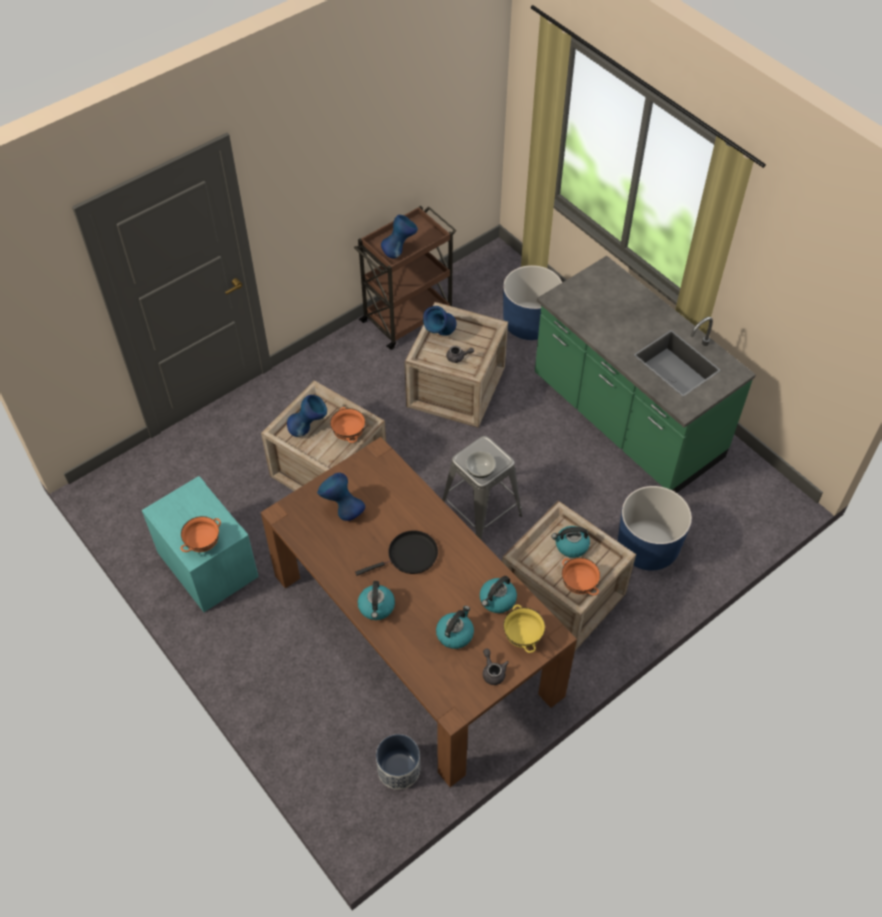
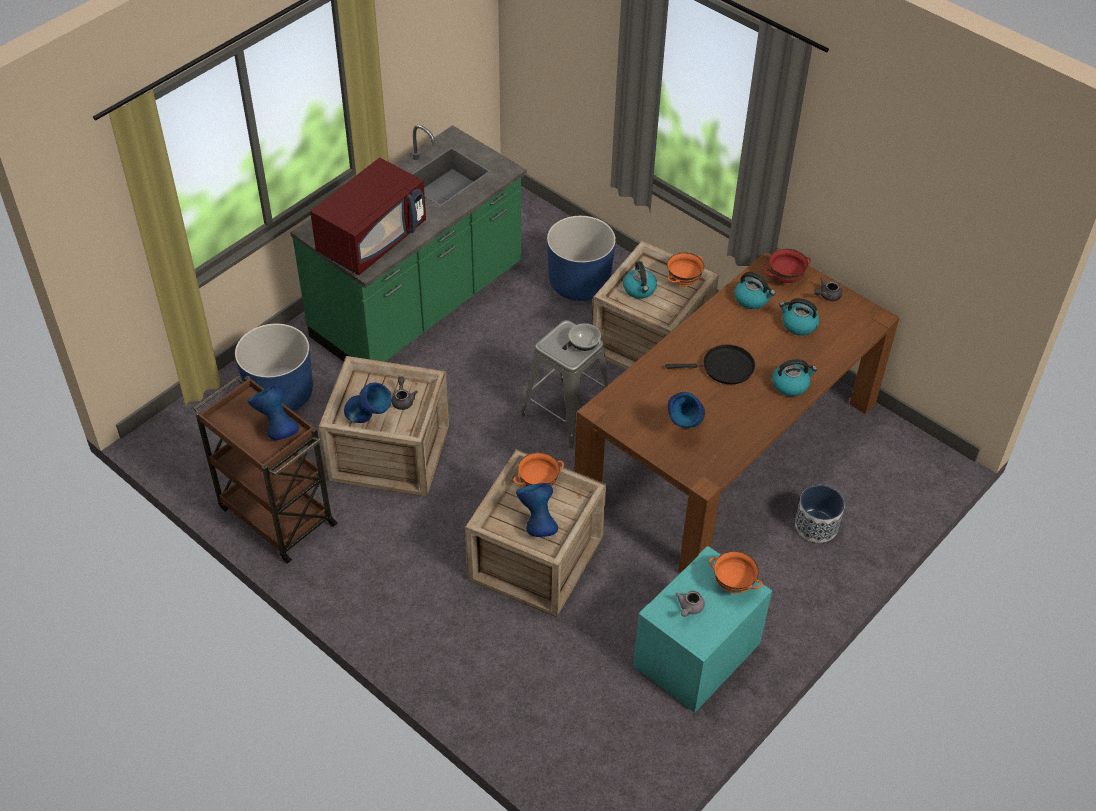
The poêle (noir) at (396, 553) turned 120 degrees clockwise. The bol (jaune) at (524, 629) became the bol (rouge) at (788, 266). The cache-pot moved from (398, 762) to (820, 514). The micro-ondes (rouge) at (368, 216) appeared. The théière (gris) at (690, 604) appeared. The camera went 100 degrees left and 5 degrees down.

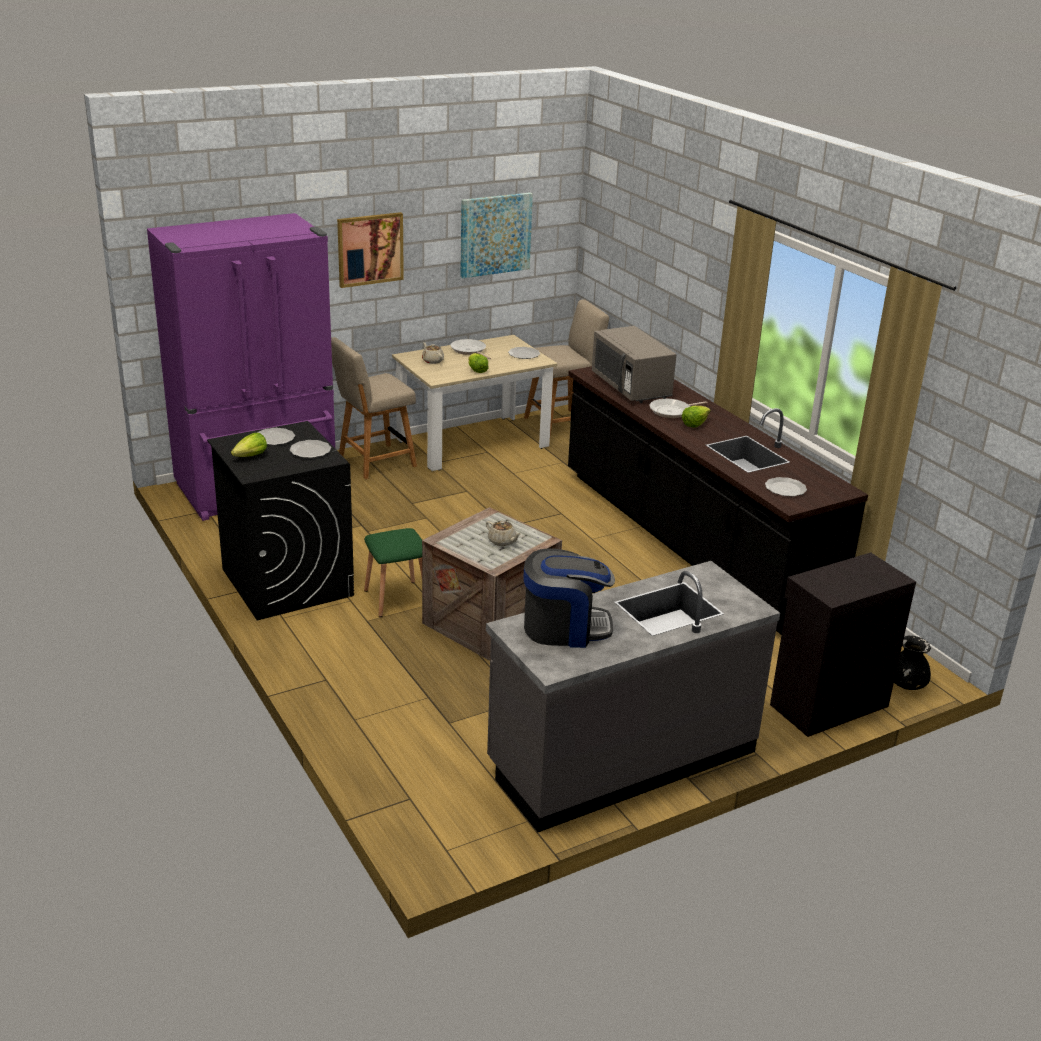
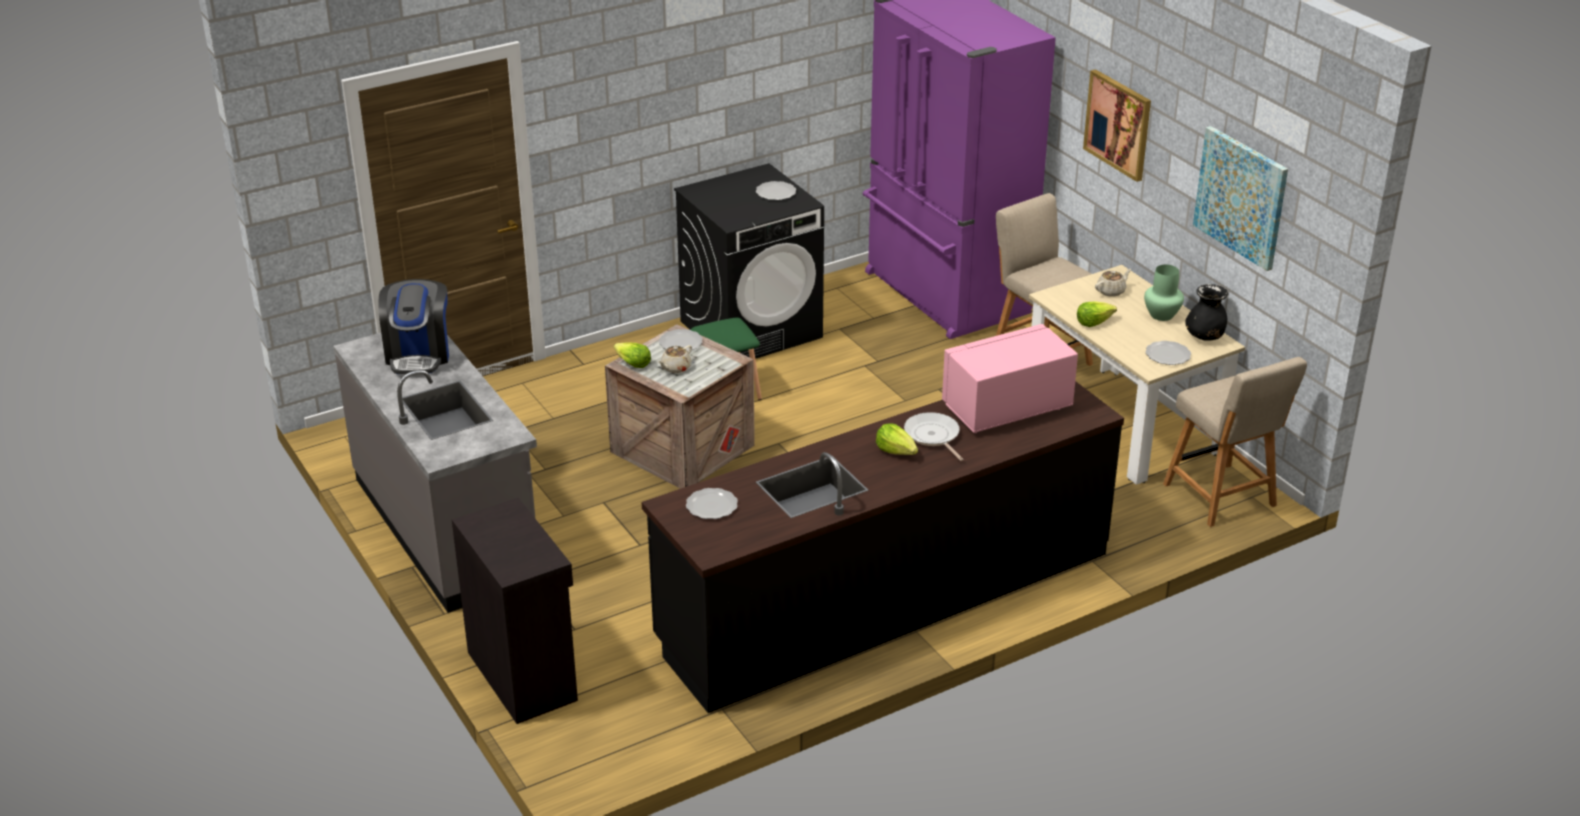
The micro-ondes (gris) at (634, 364) became the micro-ondes (rose) at (1010, 378). The poêle at (470, 349) was replaced by the vase (vert) at (1164, 292). The laitue moved from (249, 445) to (632, 355). The assiette moved from (310, 449) to (681, 340). The vase (noir) moved from (912, 663) to (1206, 312). The camera went 90 degrees right and 5 degrees up.

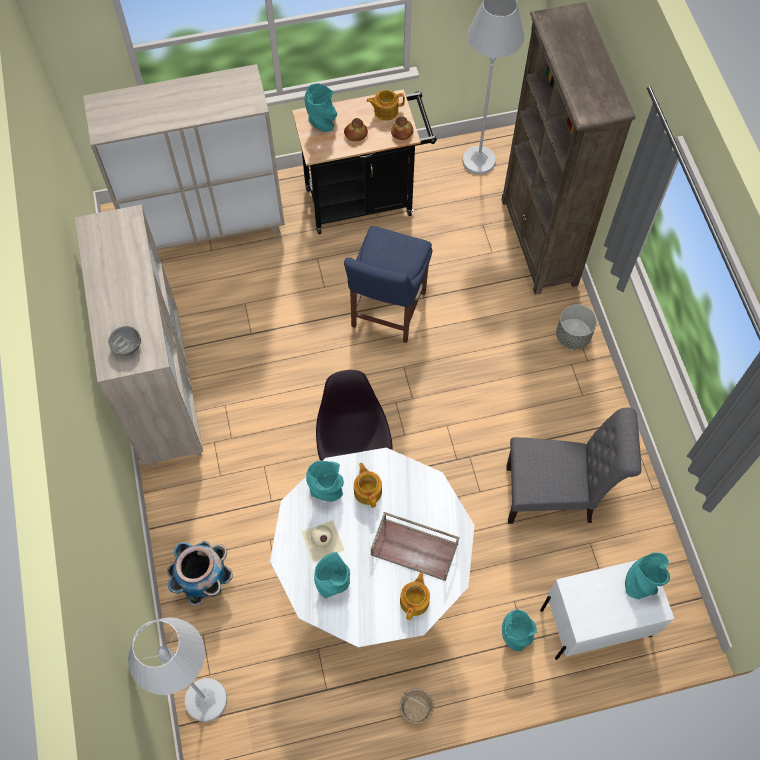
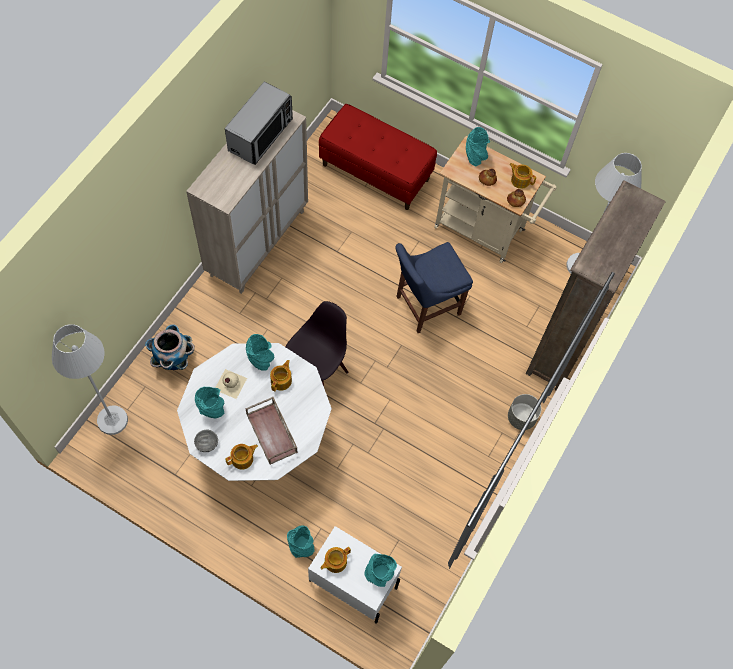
The meuble de rangement (beige) at (184, 157) was replaced by the banc (rouge) at (378, 157). The chariot (noir) at (364, 161) became the chariot (beige) at (495, 199). The bol (gris) moved from (124, 341) to (206, 441). The chaise (gris) at (573, 466) disappeared. The panier at (417, 706) disappeared. The micro-ondes at (259, 123) appeared. The théière at (335, 560) appeared. The camera went 40 degrees right and 0 degrees up.

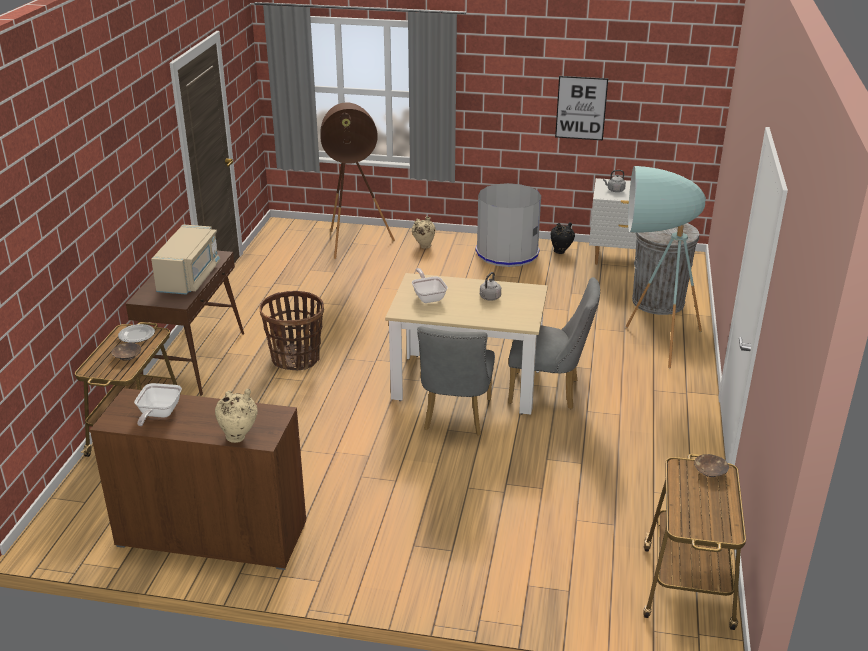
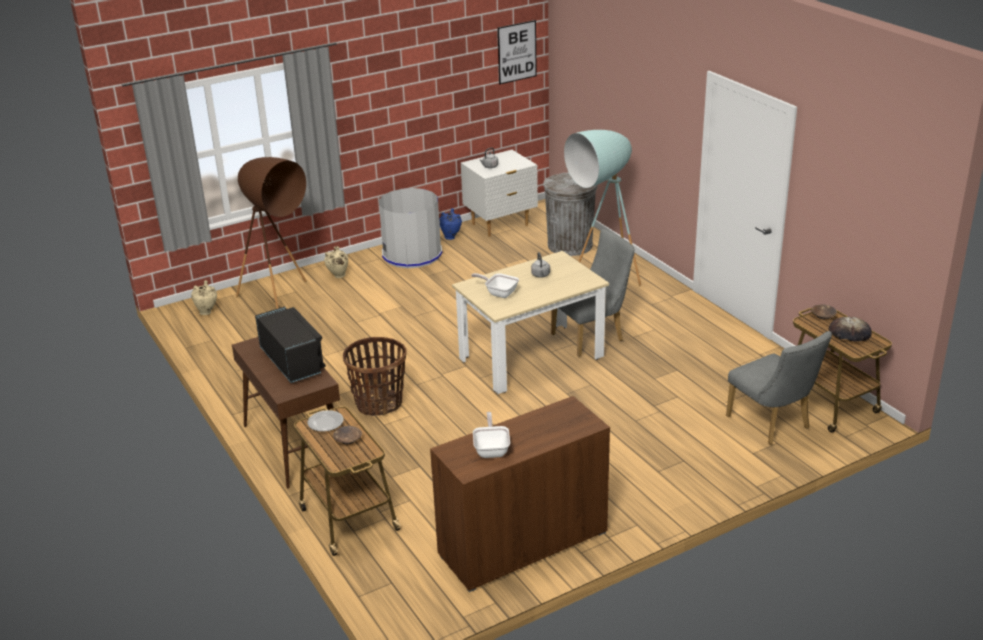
The tableau moved from (581, 108) to (517, 52). The vase (noir) at (563, 238) became the vase (bleu) at (450, 224). The micro-ondes (beige) at (185, 259) became the micro-ondes (noir) at (290, 345). The chaise (gris) moved from (456, 381) to (779, 388). The poêle at (158, 404) turned 150 degrees counterclockwise. The vase (beige) moved from (236, 416) to (204, 297). The pain at (850, 329) appeared. The camera went 40 degrees left and 0 degrees up.

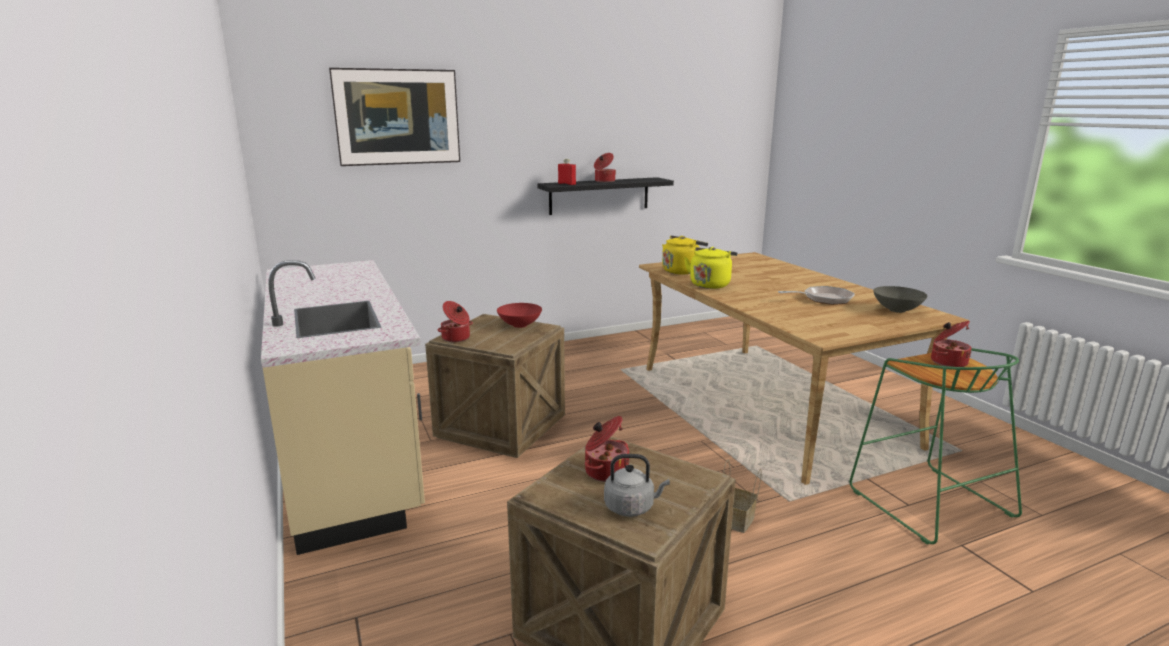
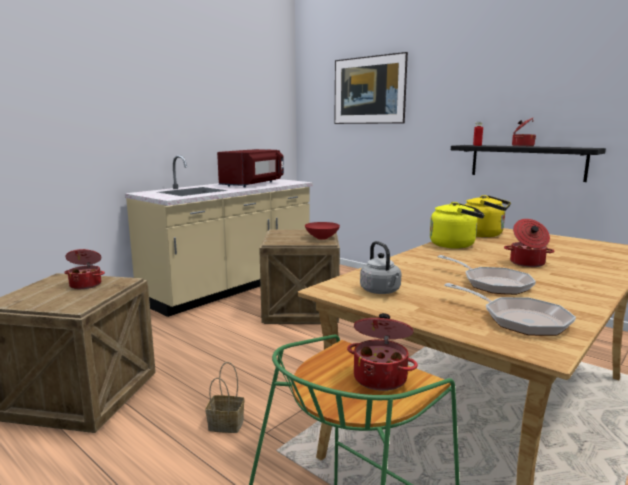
The bol (gris) at (900, 299) was replaced by the poêle at (510, 309). The marmite moved from (455, 321) to (529, 243). The bouilloire (gris) moved from (637, 485) to (380, 267). The micro-ondes (rouge) at (250, 168) appeared. The camera went 65 degrees right and 5 degrees down.

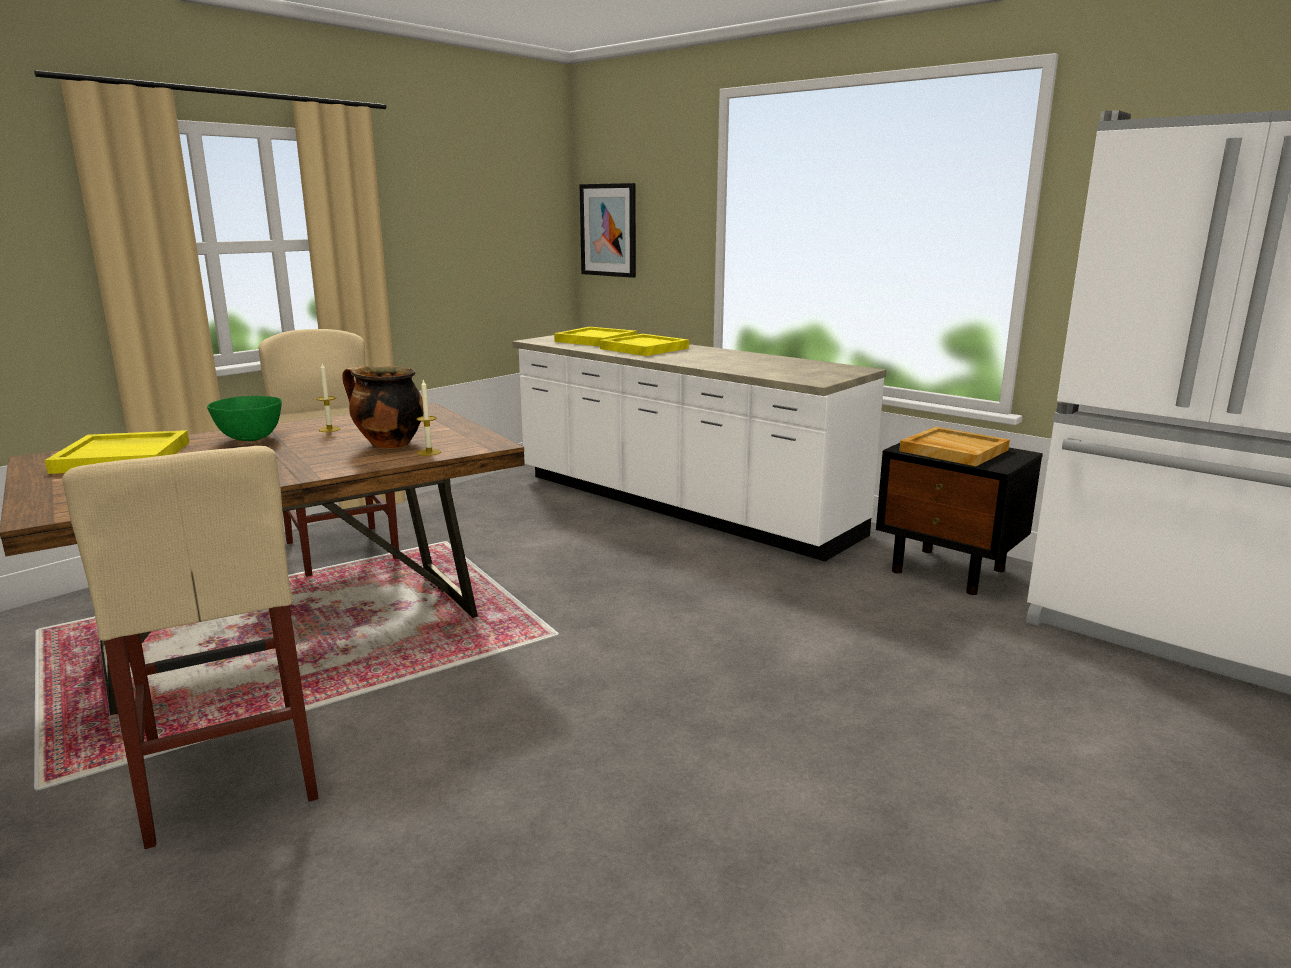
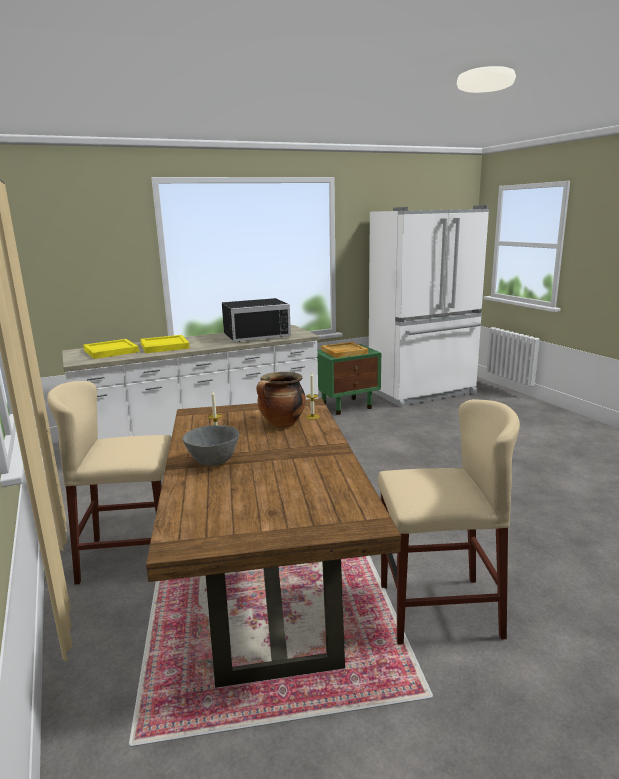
The tableau at (607, 230) disappeared. The bol (vert) at (244, 418) became the bol (gris) at (211, 445). The plateau (jaune) at (117, 452) disappeared. The table de chevet (noir) at (959, 519) became the table de chevet (vert) at (348, 379). The micro-ondes (noir) at (256, 320) appeared. The camera went 65 degrees left and 0 degrees up.

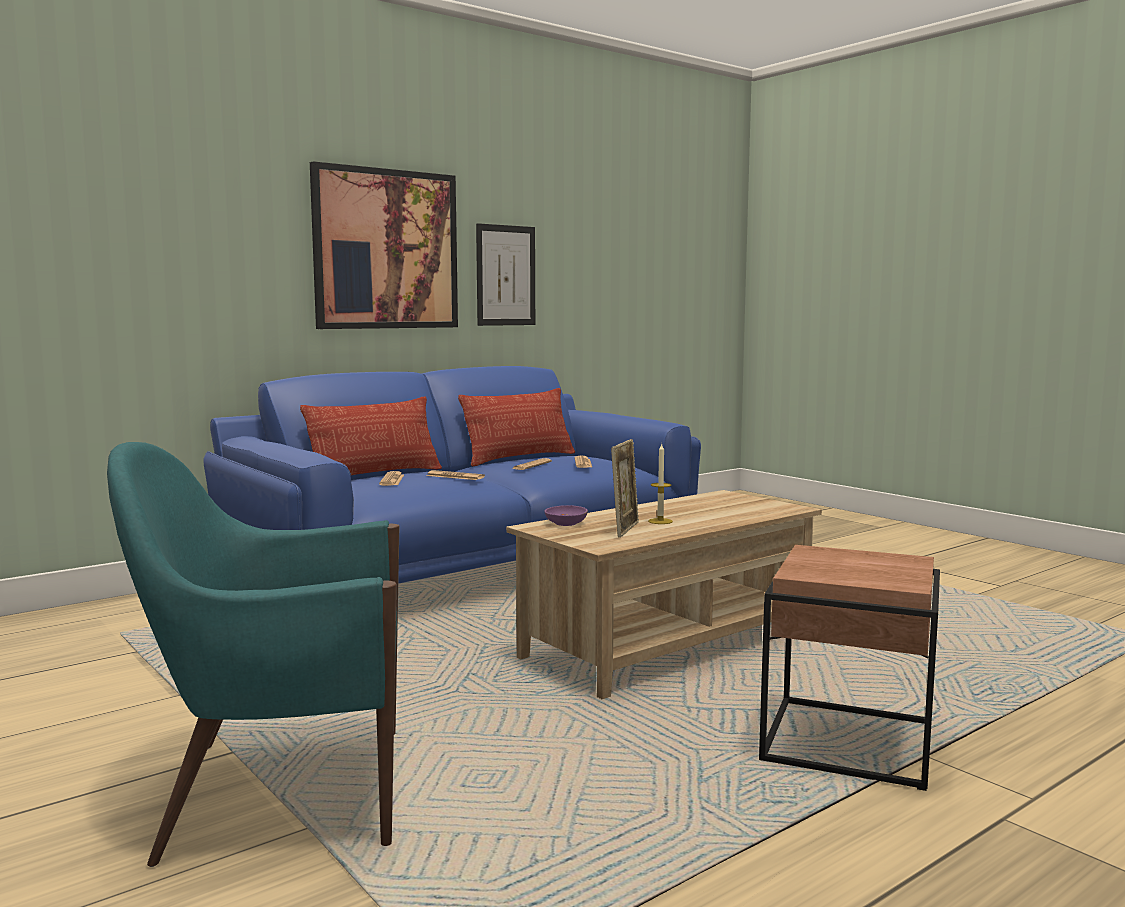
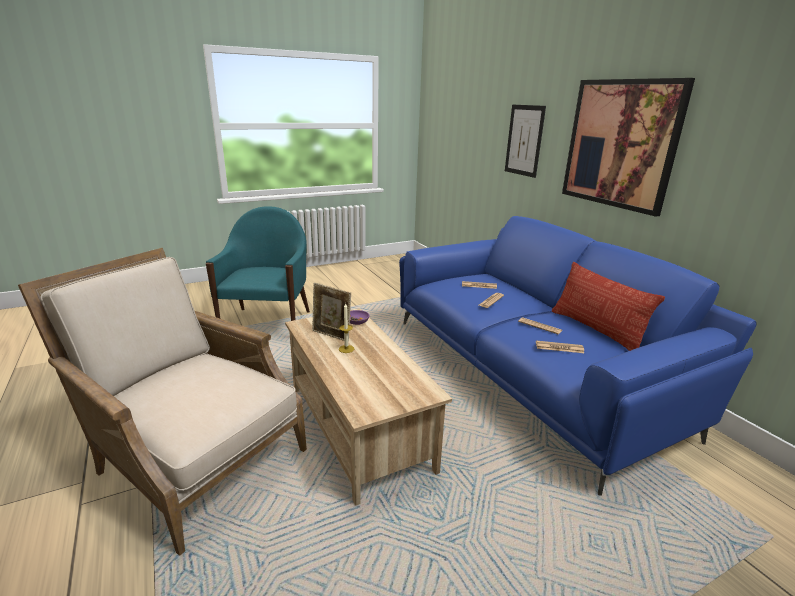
The tableau moved from (505, 274) to (525, 141). The coussin at (371, 436) disappeared. The table d'appoint (marron) at (849, 668) was replaced by the fauteuil (beige) at (162, 402). The camera went 100 degrees right and 15 degrees up.

